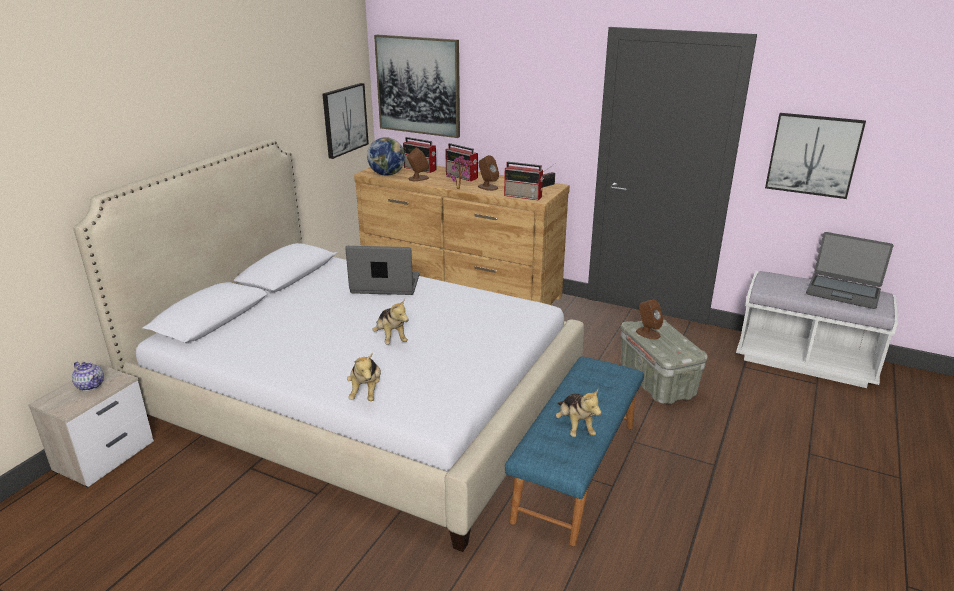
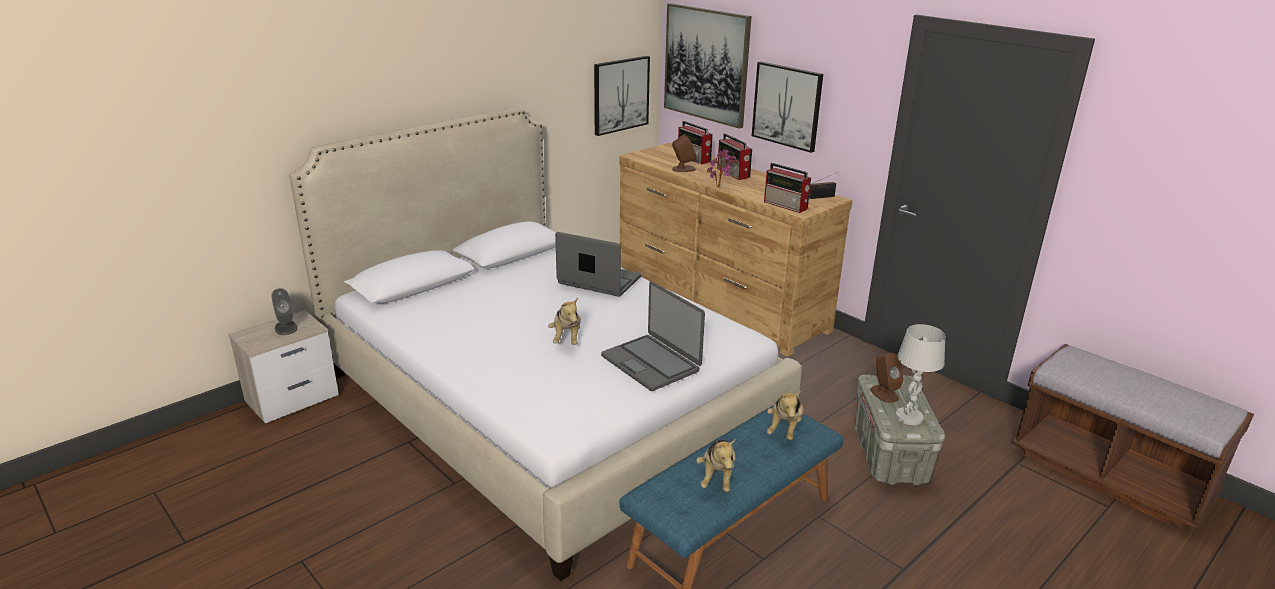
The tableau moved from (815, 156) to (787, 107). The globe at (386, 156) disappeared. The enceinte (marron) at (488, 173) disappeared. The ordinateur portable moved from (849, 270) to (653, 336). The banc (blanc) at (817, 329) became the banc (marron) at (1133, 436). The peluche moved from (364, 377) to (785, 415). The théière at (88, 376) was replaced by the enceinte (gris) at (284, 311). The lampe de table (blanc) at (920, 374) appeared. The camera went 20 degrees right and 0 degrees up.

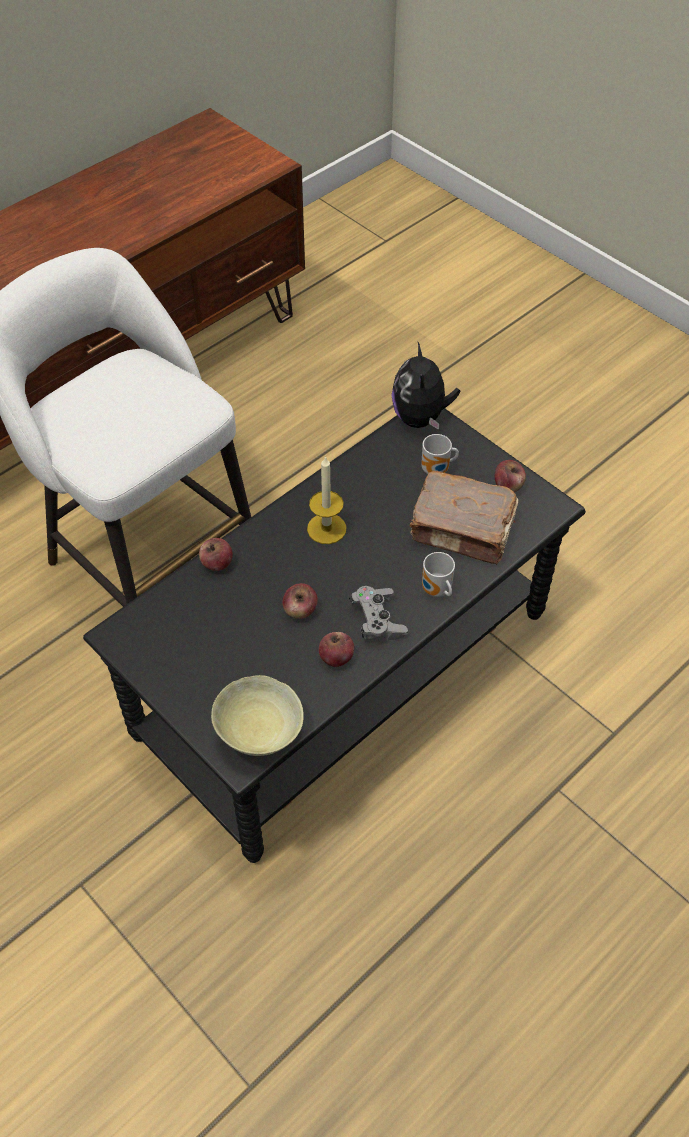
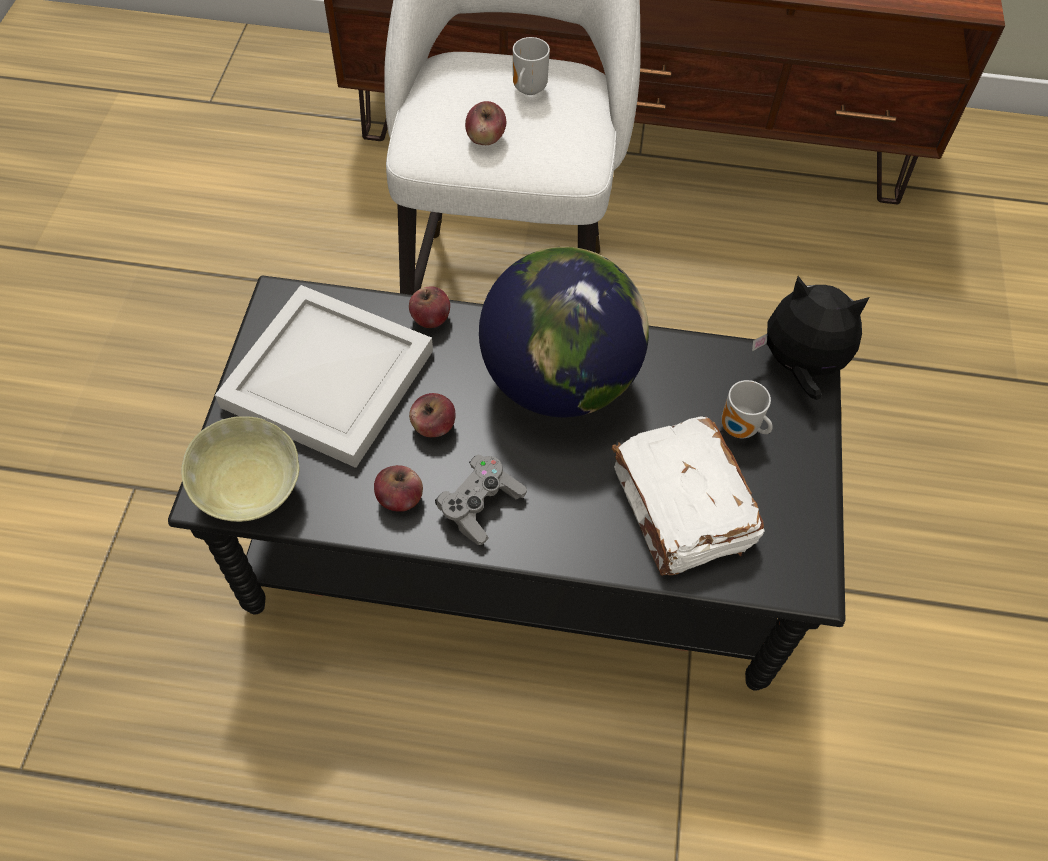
The peluche at (425, 386) turned 60 degrees clockwise. The bougie at (327, 500) was replaced by the globe at (564, 332). The pomme moved from (510, 476) to (485, 123). The livre (marron) at (464, 518) became the livre (blanc) at (688, 496). The mug moved from (438, 574) to (531, 66). The plateau (blanc) at (324, 376) appeared. The camera went 50 degrees right and 5 degrees up.

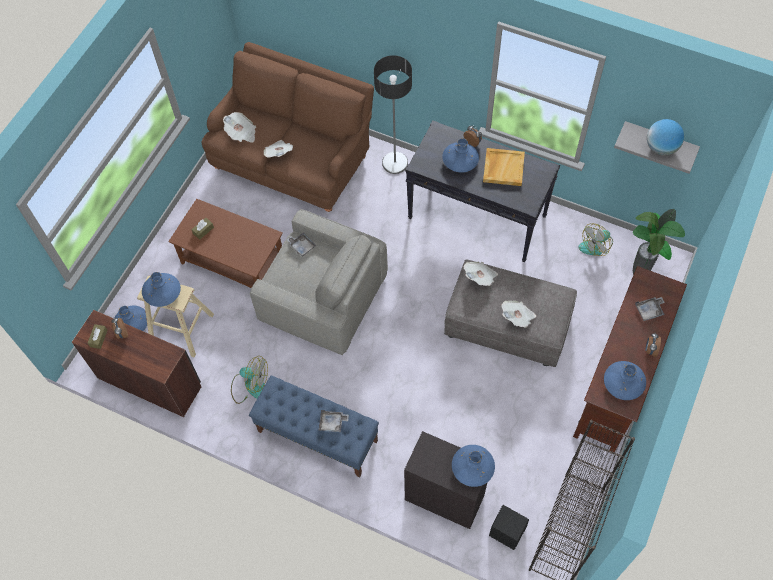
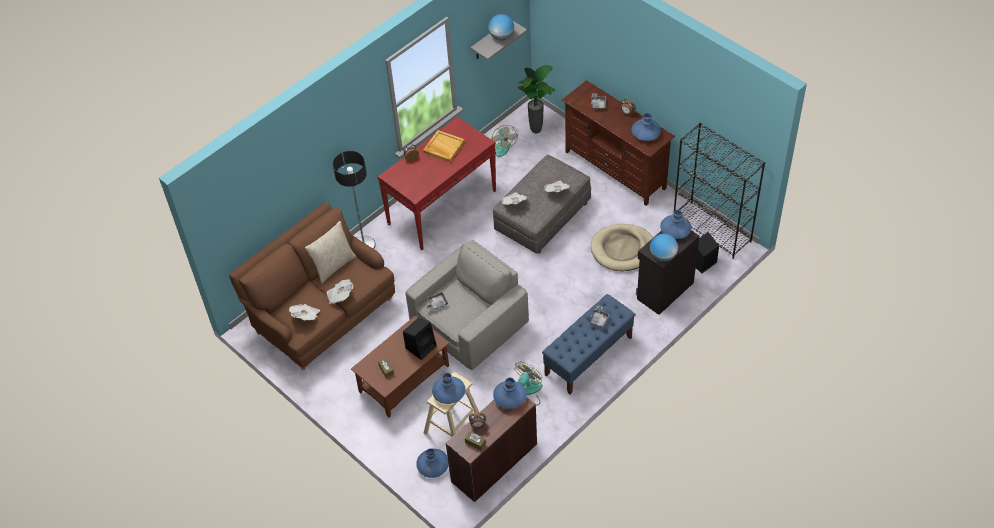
The table console (noir) at (482, 191) became the table console (rouge) at (436, 183). The vase (bleu) moved from (460, 155) to (510, 393). The coussin (beige) at (331, 252) appeared. The panier pour chien (beige) at (622, 247) appeared. The globe at (664, 248) appeared. The enceinte (noir) at (420, 339) appeared. The camera went 70 degrees left and 10 degrees down.

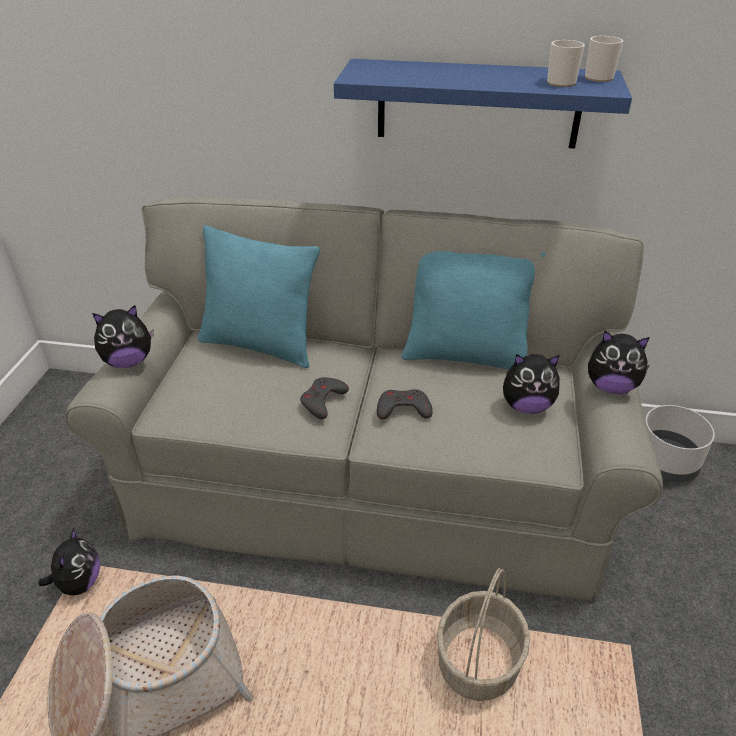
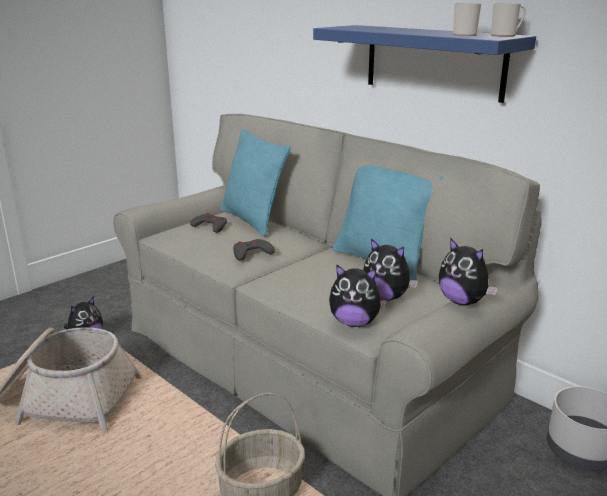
The peluche moved from (122, 336) to (358, 295). The manette (gris) moved from (404, 404) to (208, 223). The camera went 35 degrees right and 15 degrees down.

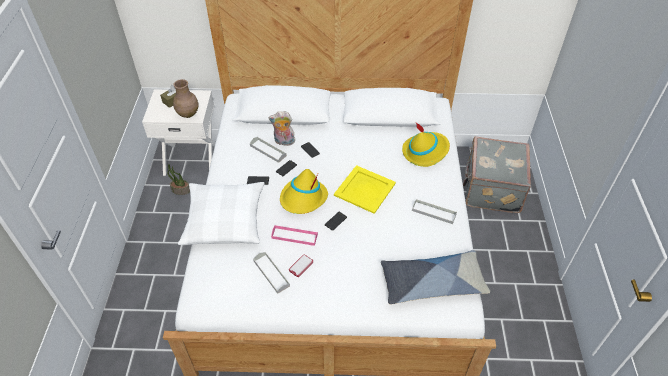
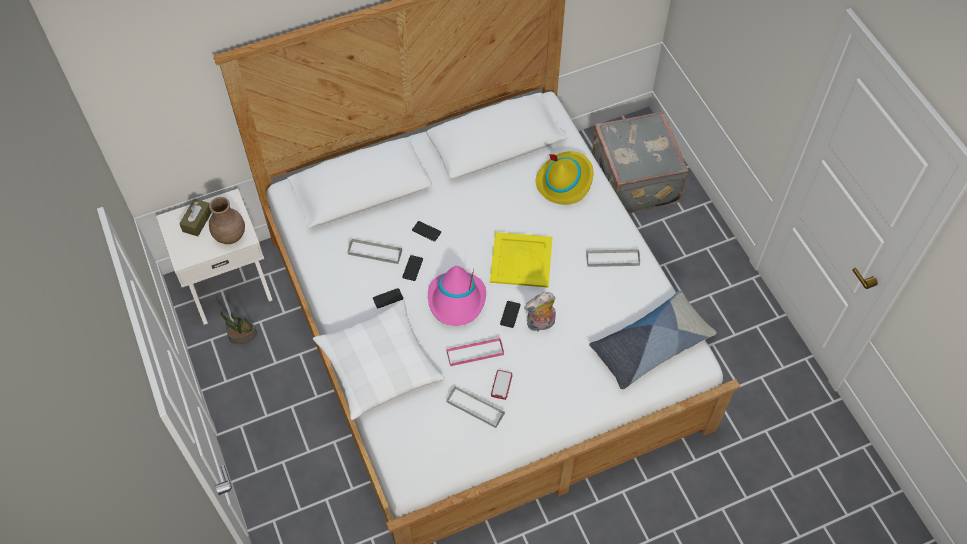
The peluche moved from (281, 128) to (540, 312). The chapeau (jaune) at (304, 191) became the chapeau (rose) at (457, 296). The camera went 25 degrees left and 10 degrees up.

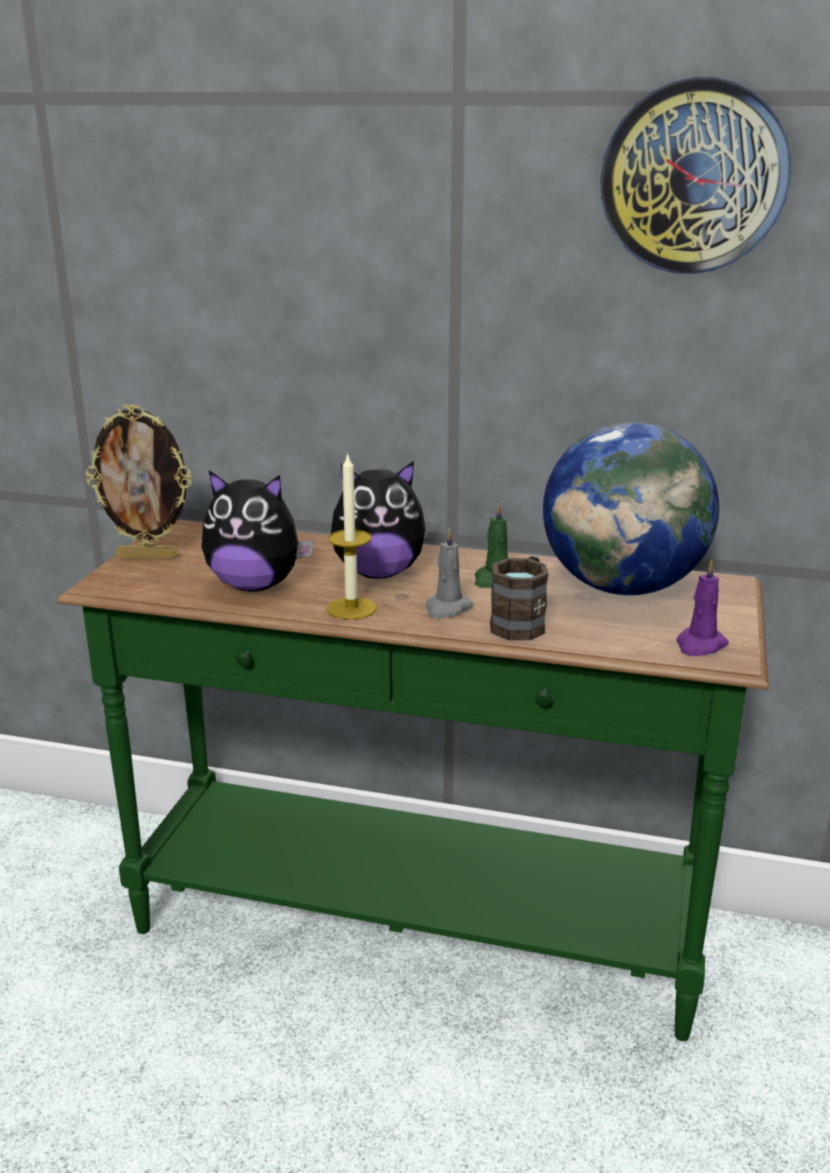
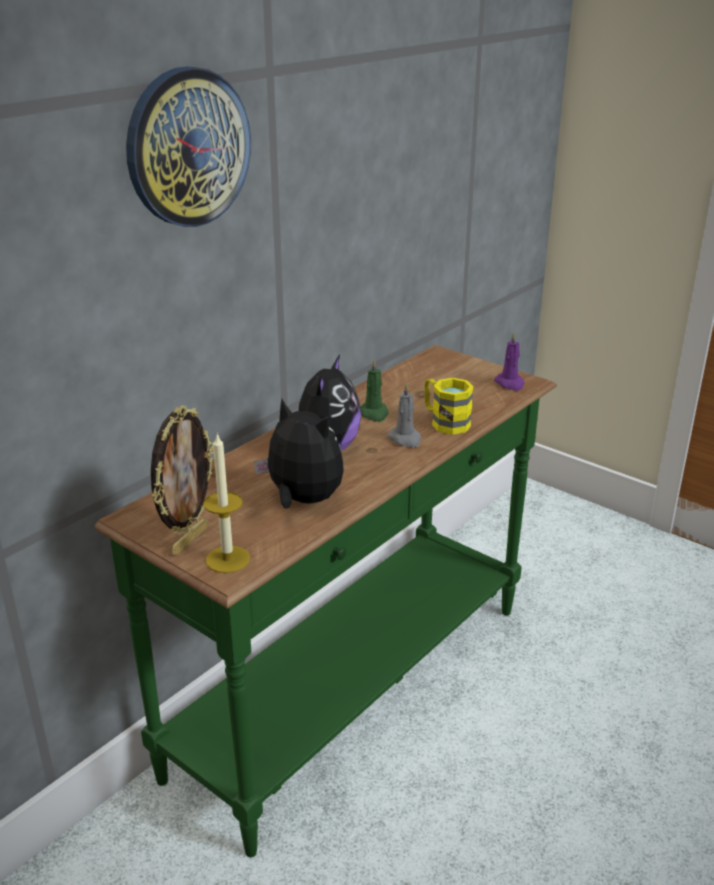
The horloge murale moved from (695, 175) to (188, 146). The globe at (631, 508) disappeared. The bougie moved from (352, 536) to (226, 503). The peluche at (257, 531) turned 90 degrees counterclockwise. The mug (marron) at (519, 598) became the mug (jaune) at (449, 406). The camera went 65 degrees left and 5 degrees up.

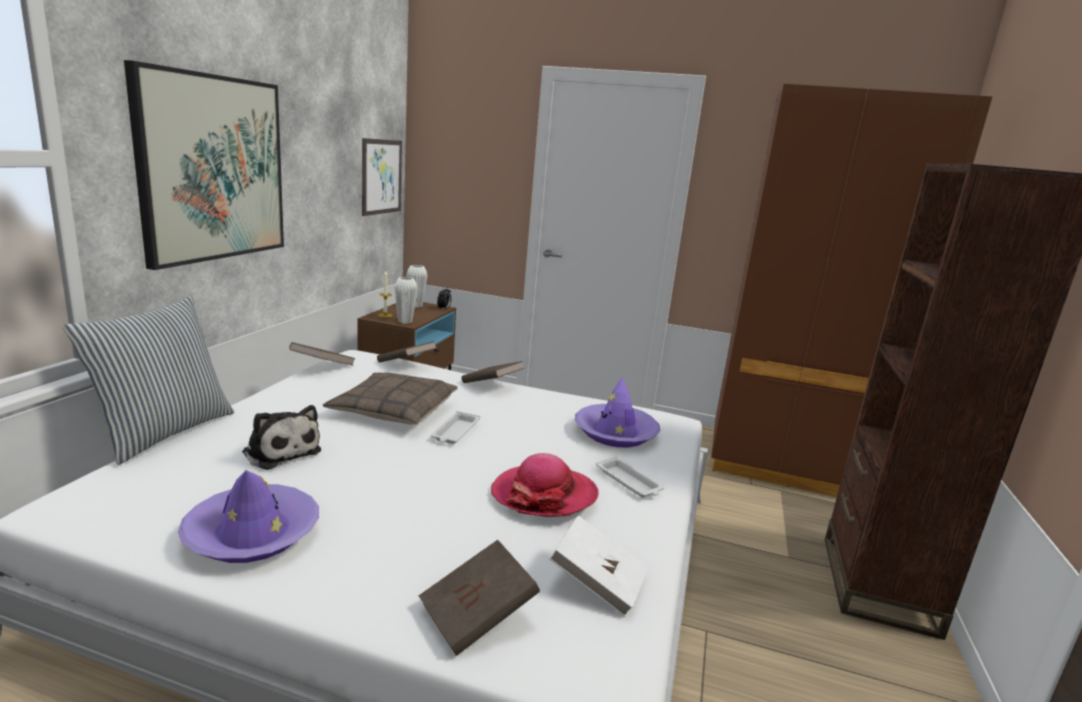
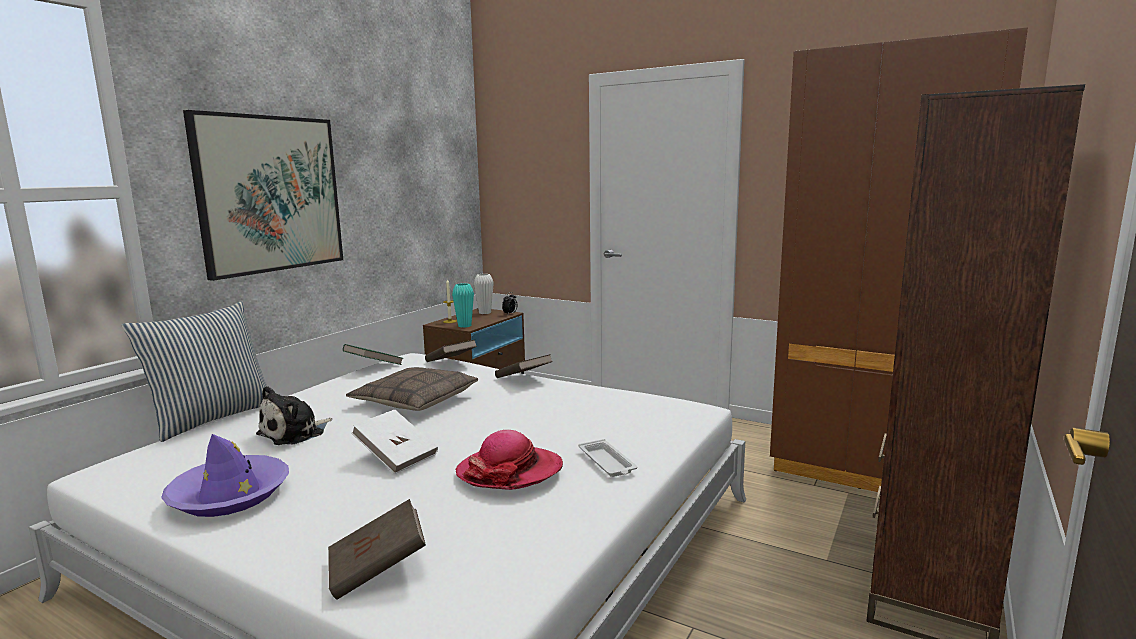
The tableau at (382, 177) disappeared. The vase (blanc) at (406, 300) became the vase (turquoise) at (463, 305). The livre (marron) at (322, 354) became the livre (vert) at (373, 354). The chapeau (violet) at (618, 412) disappeared. The peluche at (281, 437) turned 75 degrees clockwise. The plateau (blanc) at (456, 427) disappeared. The livre (blanc) moved from (598, 566) to (394, 442). The camera went 15 degrees right and 5 degrees down.

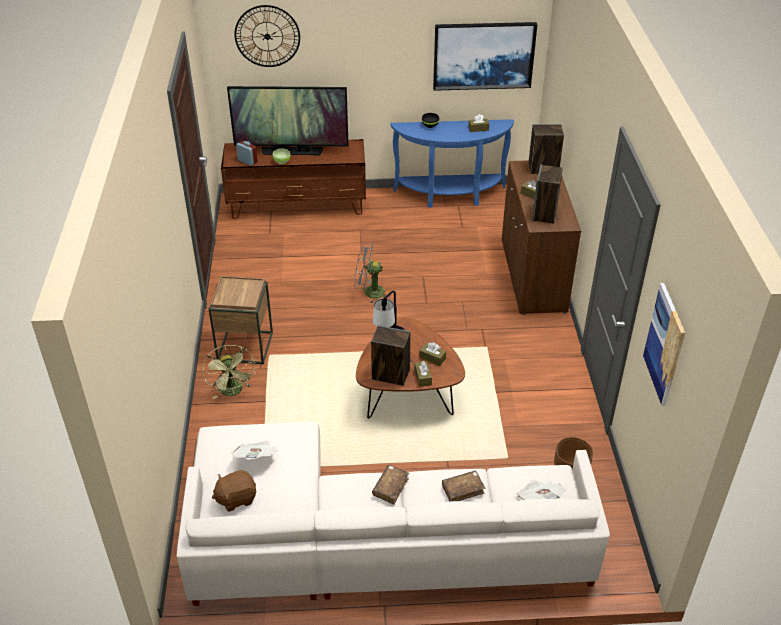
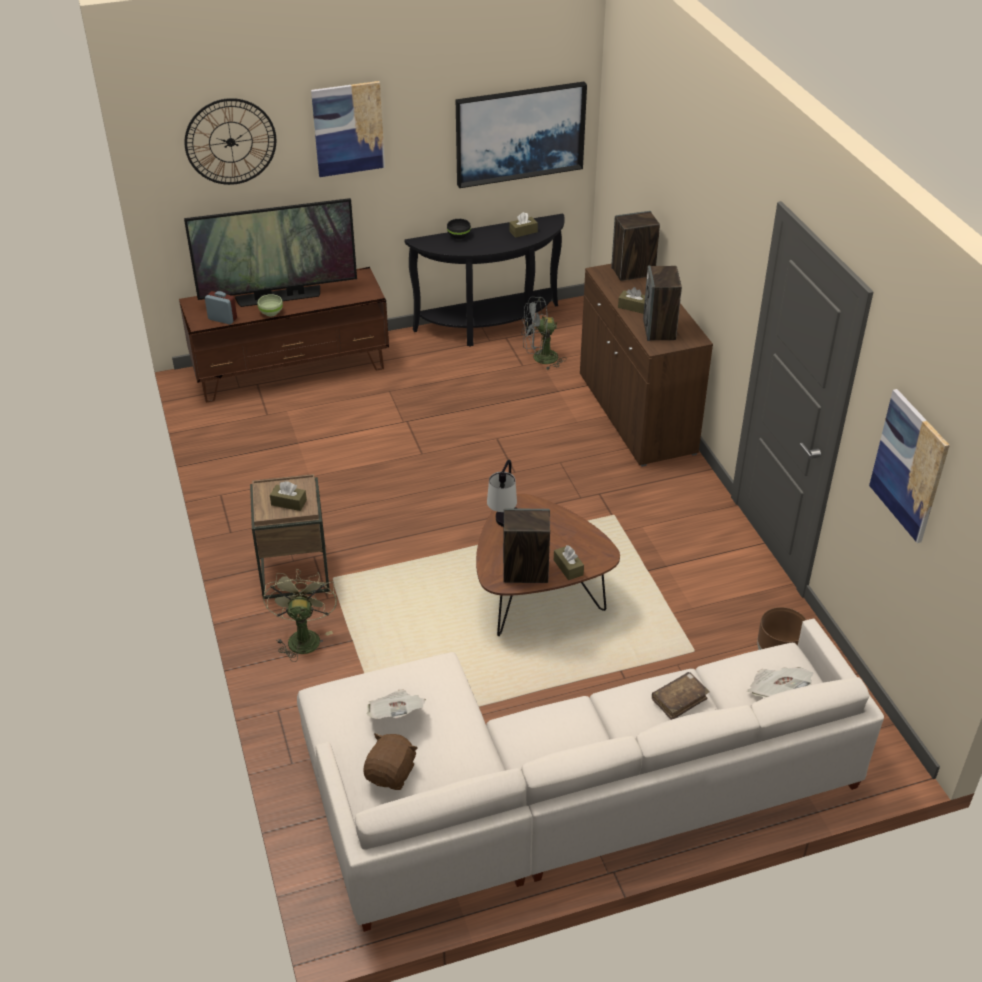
The table console (bleu) at (452, 163) became the table console (noir) at (484, 280). The ventilateur (gris) moved from (372, 273) to (544, 333). The boîte à mouchoirs (marron) moved from (432, 354) to (288, 496). The ventilateur (vert) at (228, 372) turned 150 degrees counterclockwise. The livre (marron) at (390, 485) disappeared. The peluche (marron) at (234, 491) turned 150 degrees clockwise. The tableau at (348, 129) appeared. The camera went 15 degrees left and 0 degrees up.

